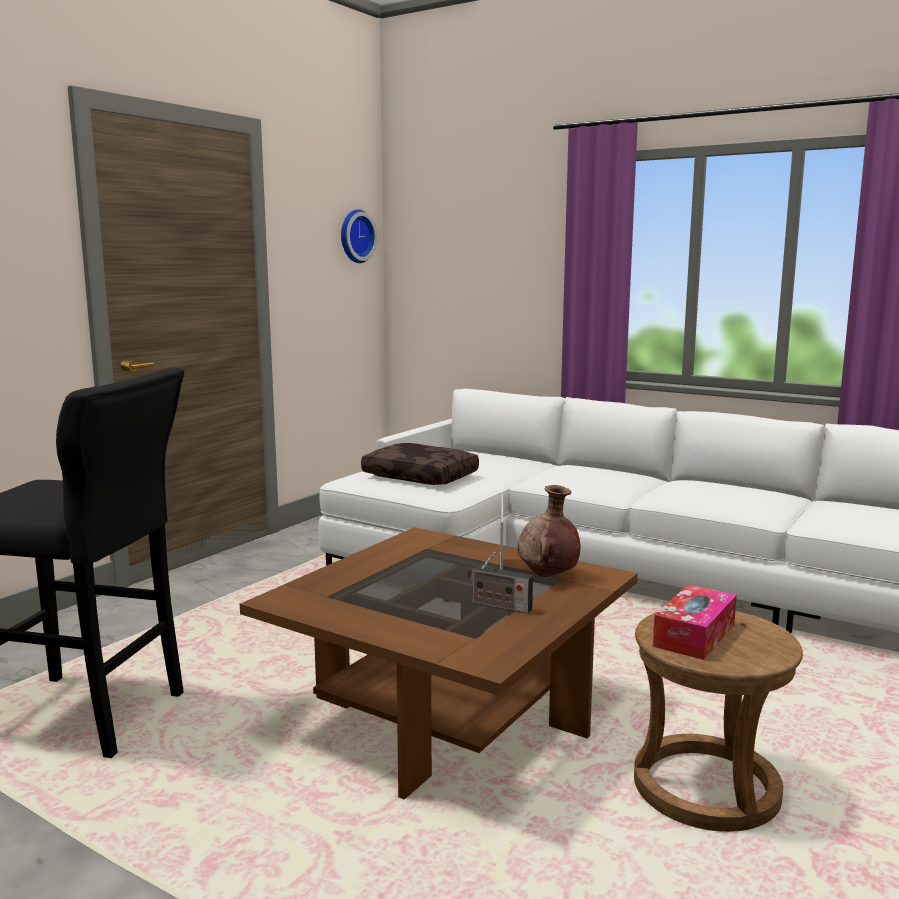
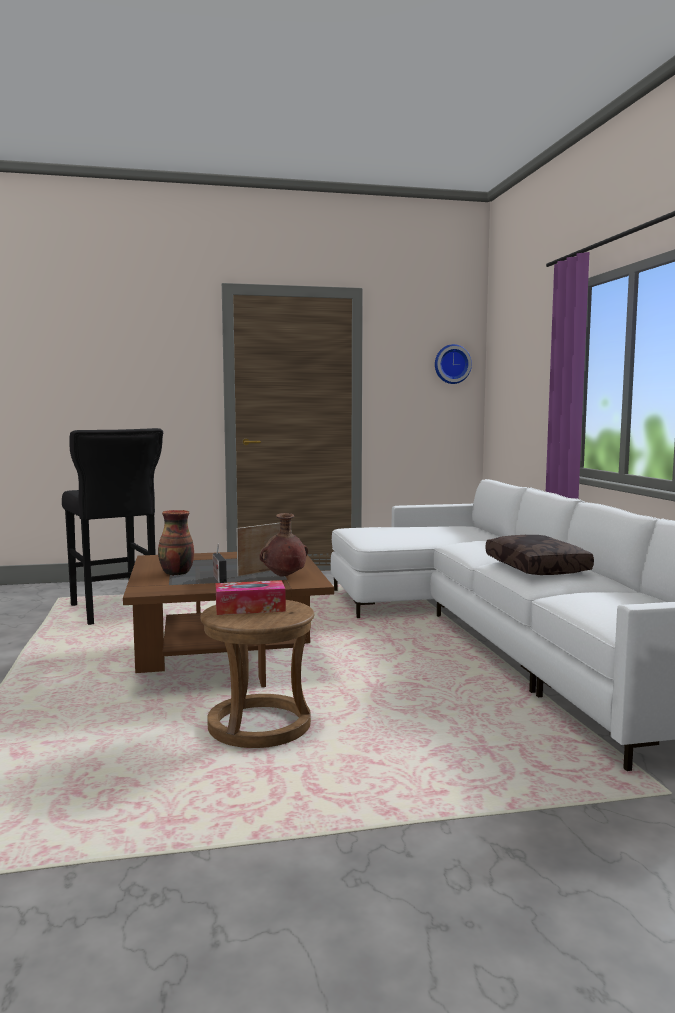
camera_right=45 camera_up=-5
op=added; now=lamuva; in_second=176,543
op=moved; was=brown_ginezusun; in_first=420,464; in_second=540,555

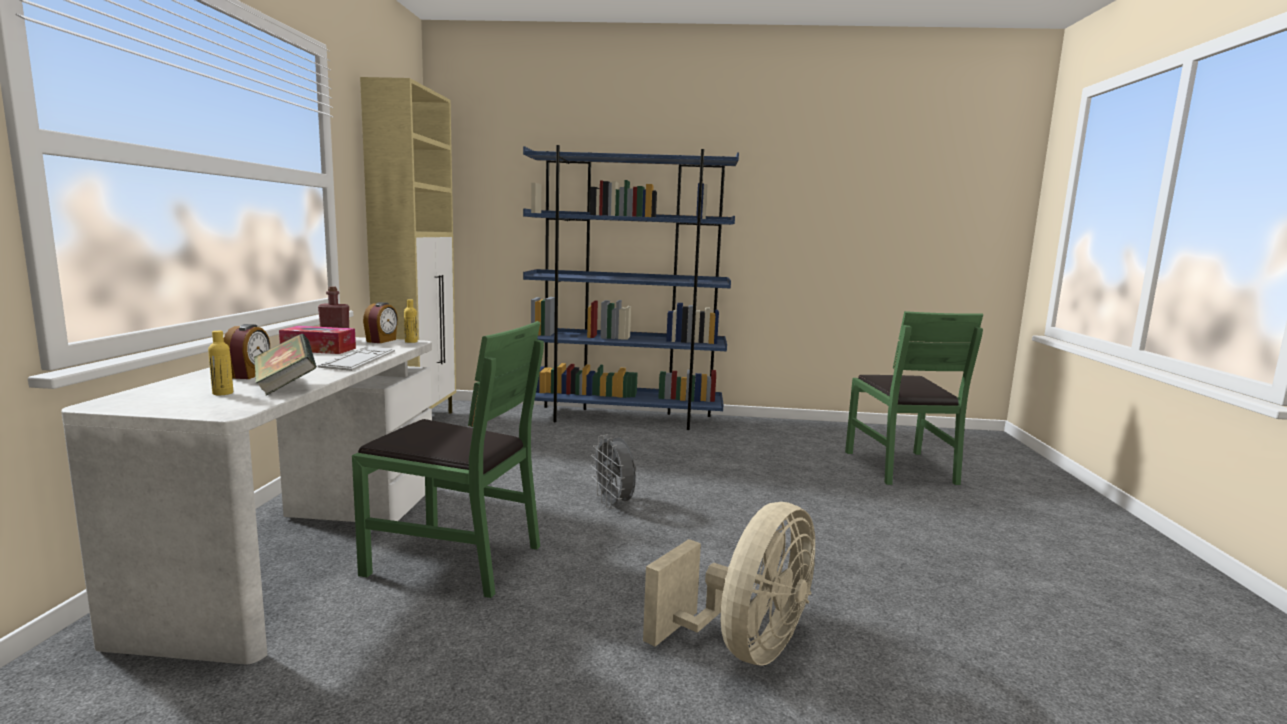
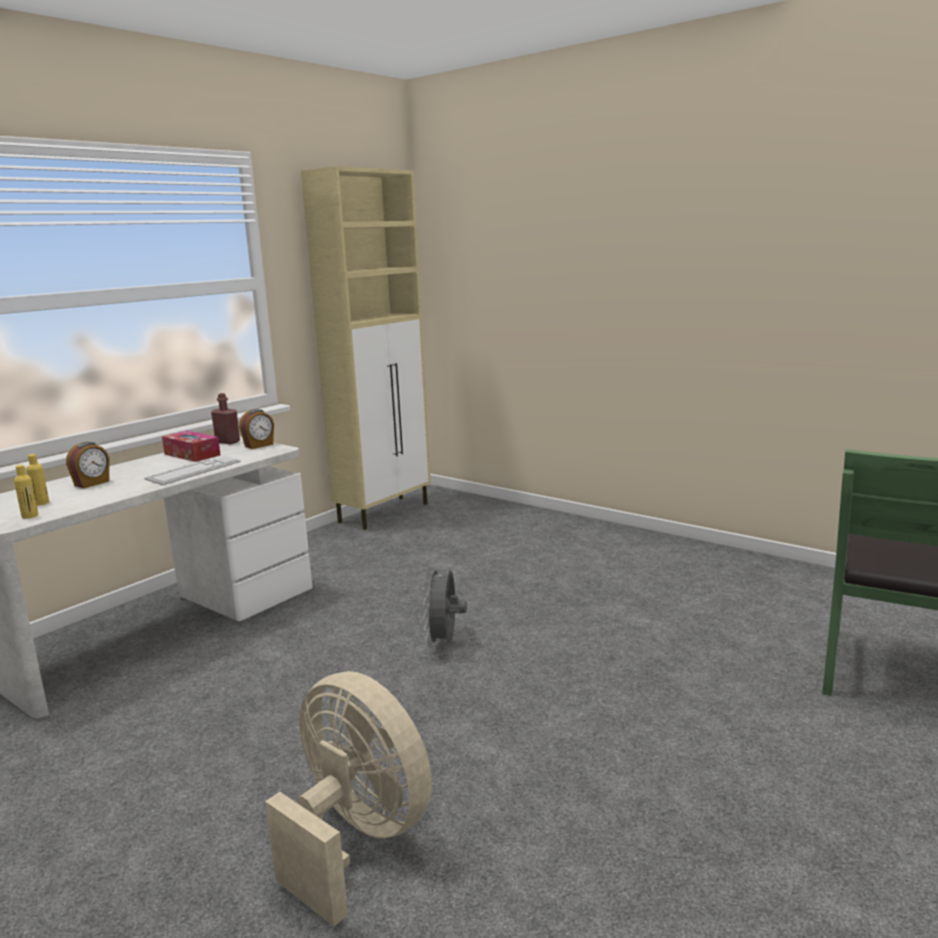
camera_right=35 camera_up=5
op=removed; was=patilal; in_first=285,365
op=removed; was=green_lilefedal; in_first=448,459
op=removed; was=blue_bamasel; in_first=631,287
op=moved; was=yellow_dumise; in_first=411,321; in_second=26,492
op=turned; was=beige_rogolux; in_first=729,584; in_second=348,798; clockwise=-120

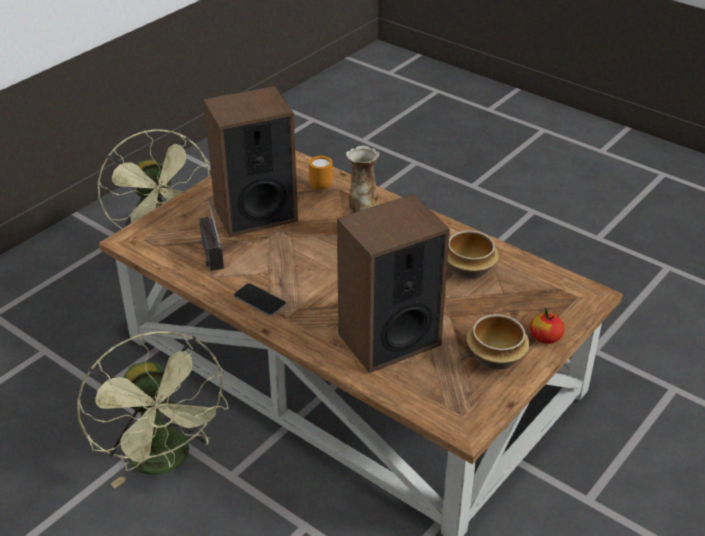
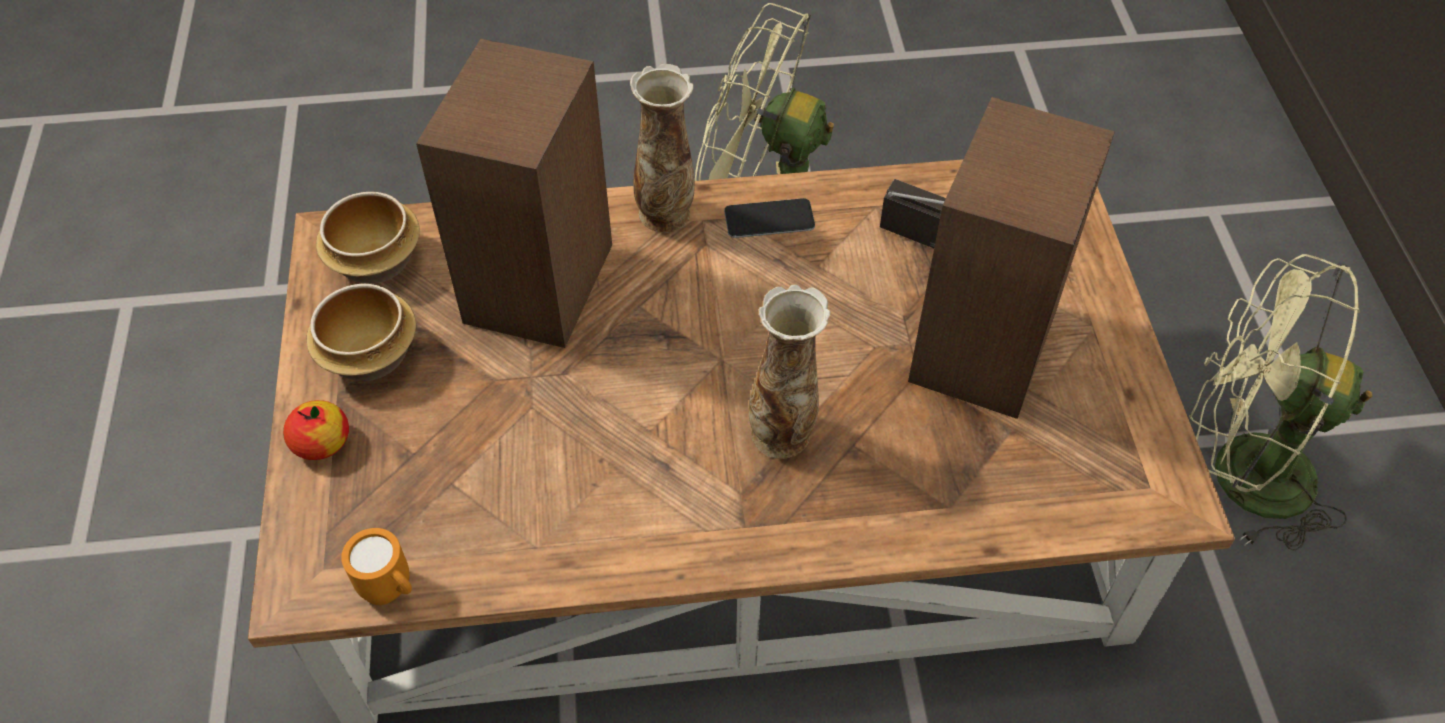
camera_right=135 camera_up=15
op=added; now=lamuva; in_second=662,148
op=moved; was=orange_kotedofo; in_first=321,173; in_second=376,566
op=moved; was=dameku; in_first=473,255; in_second=368,238

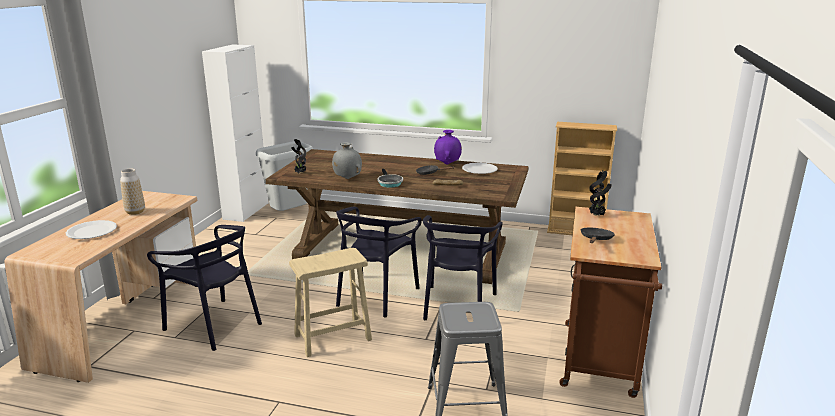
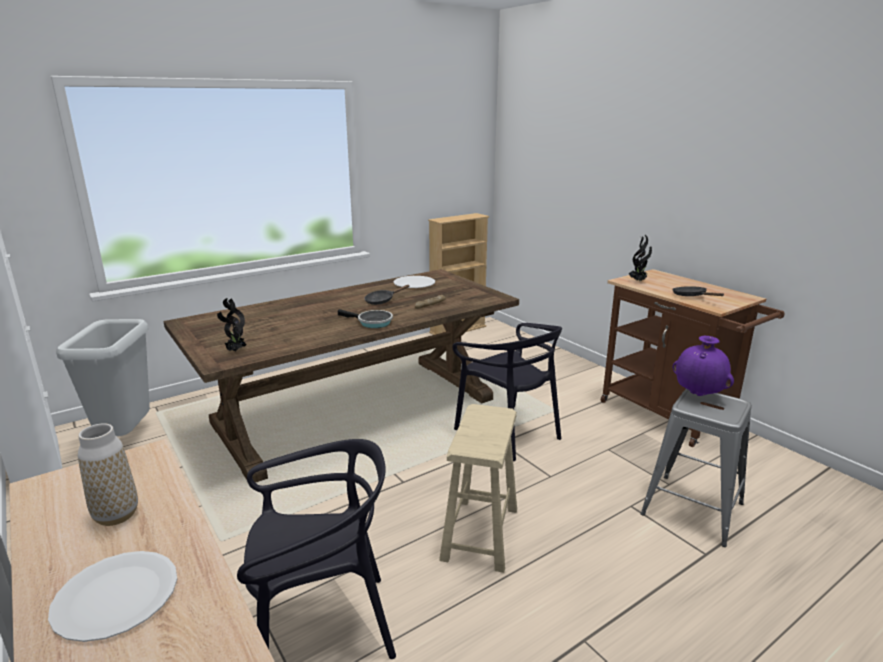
camera_right=-50 camera_up=0
op=removed; was=grey_lamuva; in_first=347,160
op=removed; was=black_lilefedal; in_first=379,262
op=moved; was=purple_lamuva; in_first=448,147; in_second=703,366

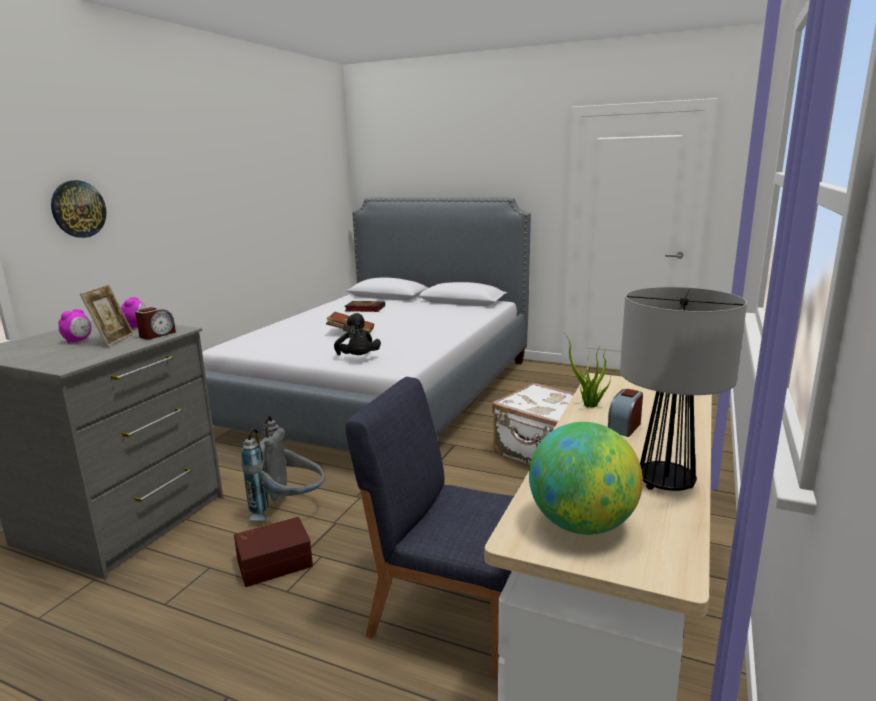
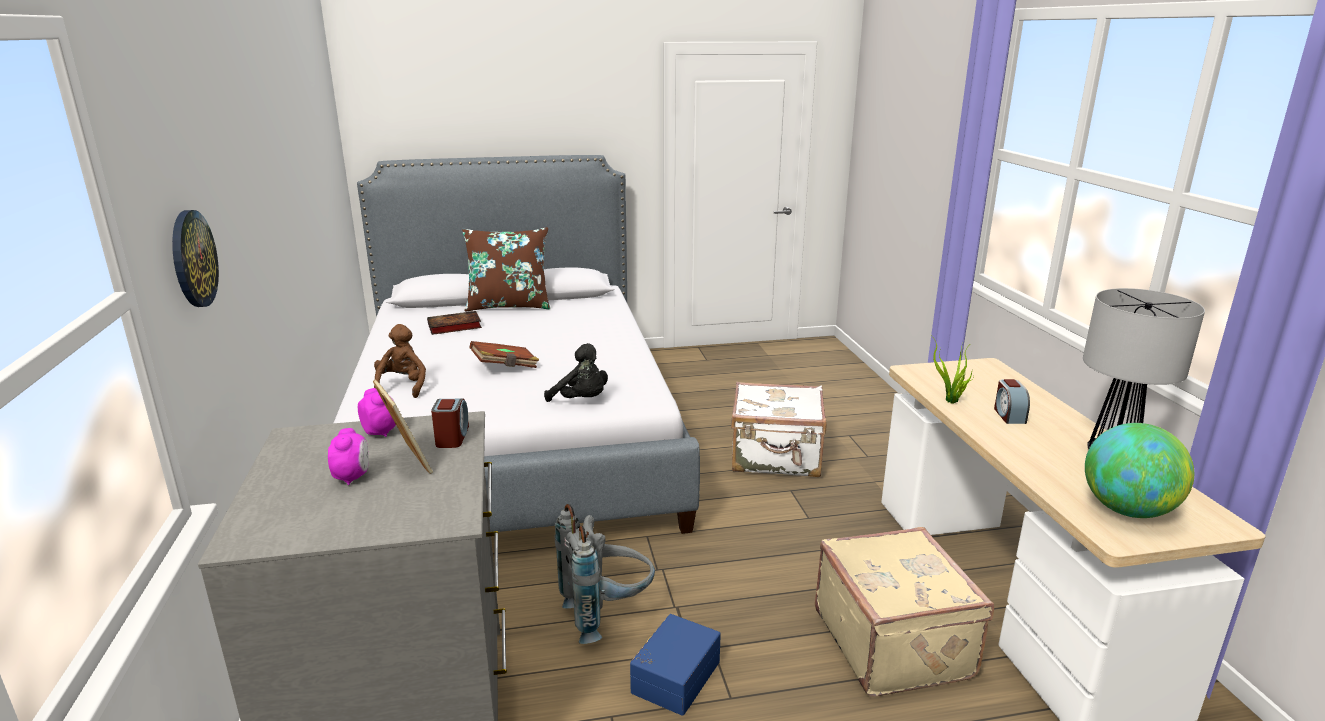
camera_right=-35 camera_up=5
op=added; now=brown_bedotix; in_second=400,361
op=added; now=brown_ginezusun; in_second=506,269
op=replaced; was=blue_lilefedal; now=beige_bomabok; in_first=429,527; in_second=904,612
op=recoloured; was=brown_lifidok; now=blue_lifidok; in_first=273,552; in_second=675,665

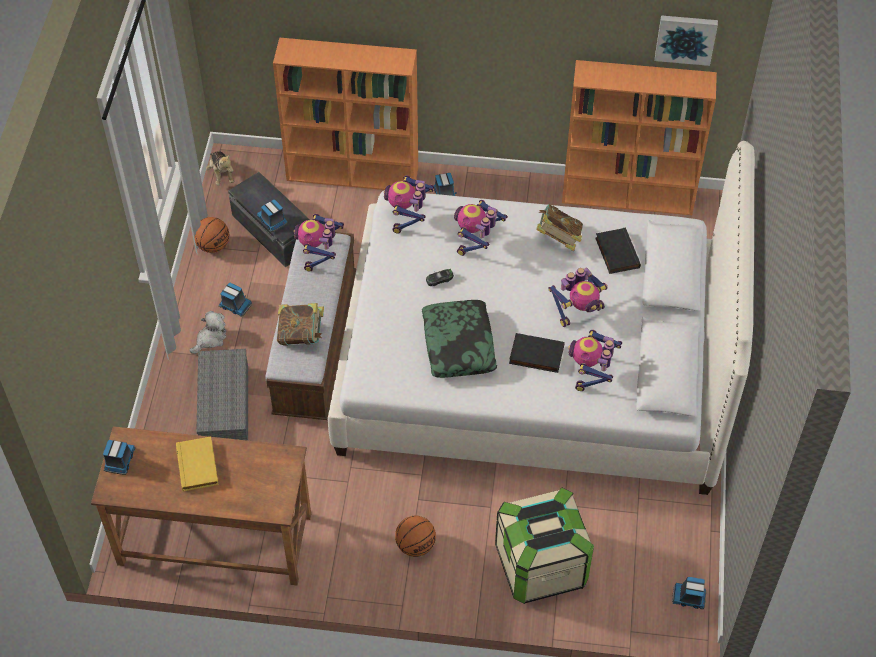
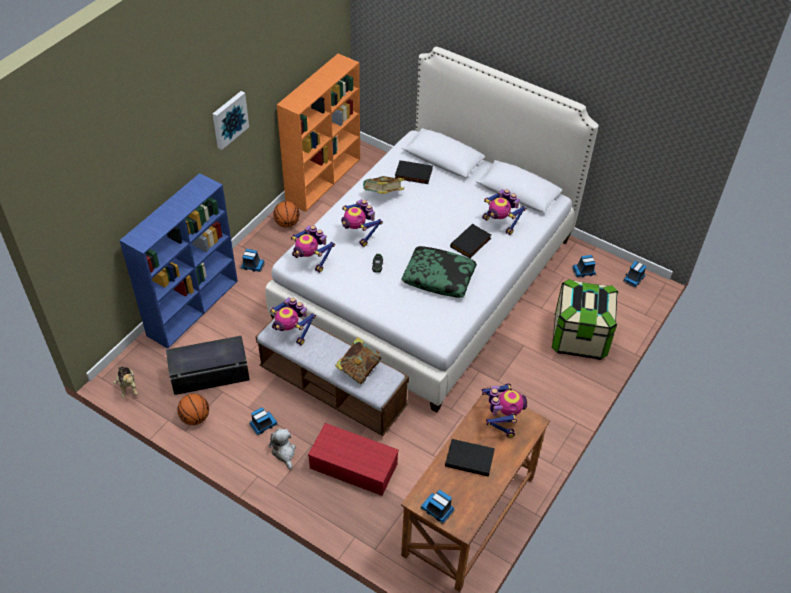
camera_right=-65 camera_up=-5
op=moved; was=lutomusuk; in_first=272,216; in_second=584,266
op=moved; was=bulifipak; in_first=415,536; in_second=286,214
op=moved; was=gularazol; in_first=578,297; in_second=505,410
op=moved; was=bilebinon; in_first=686,40; in_second=231,120
op=recoloured; was=yellow_patilal; now=black_patilal; in_first=197,463; in_second=470,458
op=recoloured; was=grey_lifidok; now=red_lifidok; in_first=222,395; in_second=353,459
op=recoloured; was=orange_bamasel; now=blue_bamasel; in_first=345,114; in_second=179,261
op=turned; was=bedotix; in_first=220,168; in_second=125,382; clockwise=60

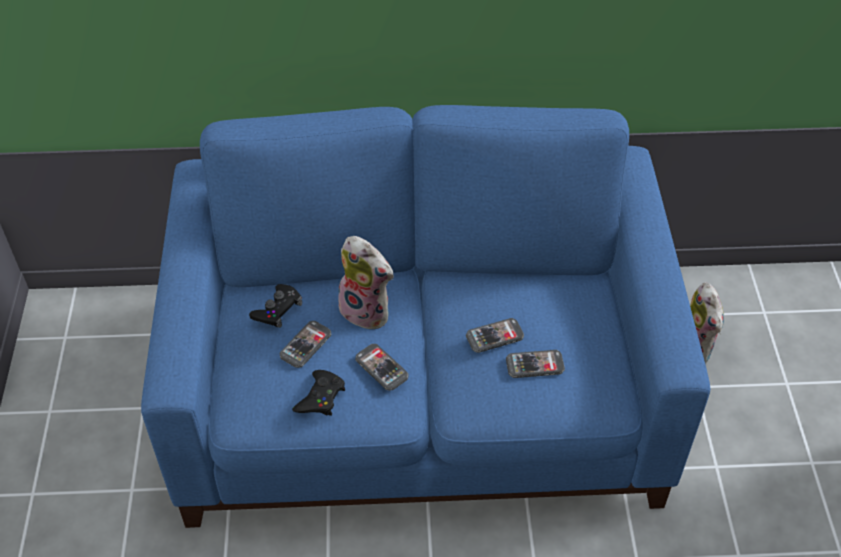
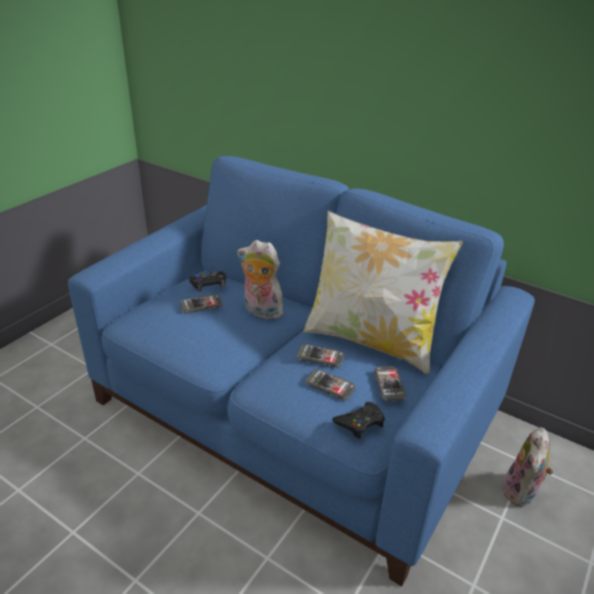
camera_right=35 camera_up=-15
op=added; now=ginezusun; in_second=383,292
op=moved; was=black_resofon; in_first=318,393; in_second=358,420
op=moved; was=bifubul; in_first=382,367; in_second=390,384
op=turned; was=bedotix; in_first=366,282; in_second=260,279; clockwise=135

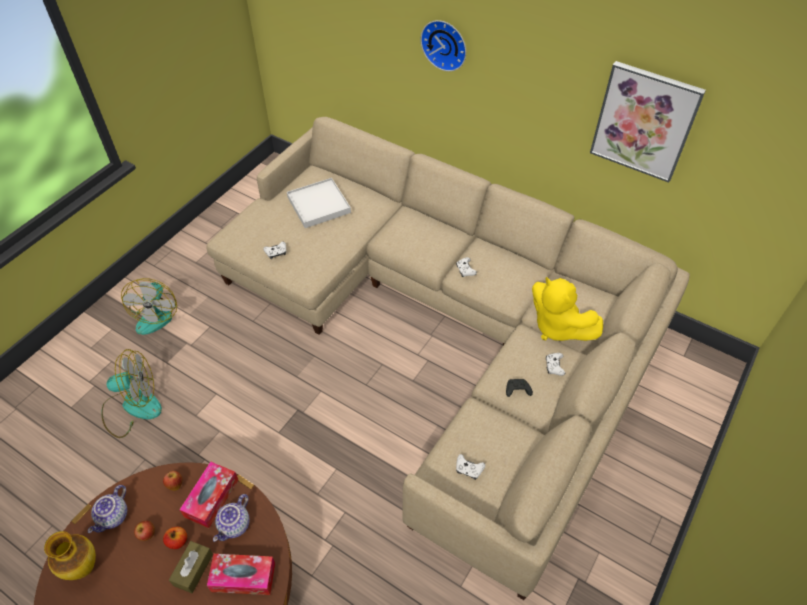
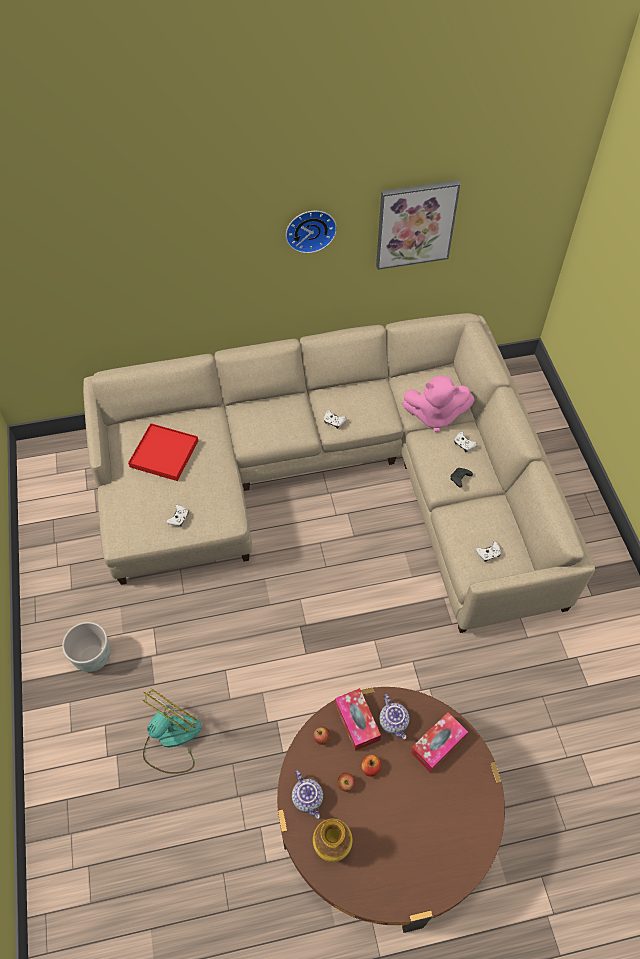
camera_right=-45 camera_up=5
op=removed; was=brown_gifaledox; in_first=191,567
op=moved; was=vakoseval; in_first=443,45; in_second=311,232
op=replaced; was=rogolux; now=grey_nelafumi; in_first=149,306; in_second=86,647
op=recoloured; was=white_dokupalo; now=red_dokupalo; in_first=319,203; in_second=163,452
op=recoloured; was=yellow_bedotix; now=pink_bedotix; in_first=567,309; in_second=438,404

